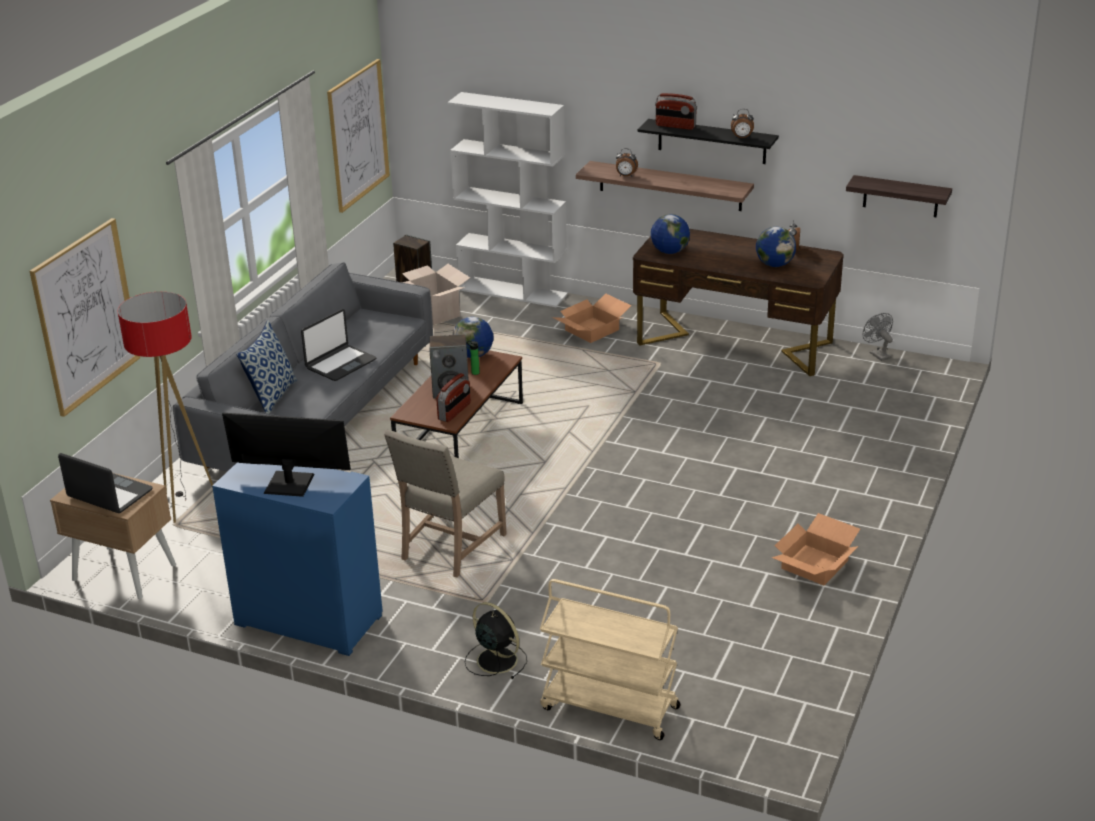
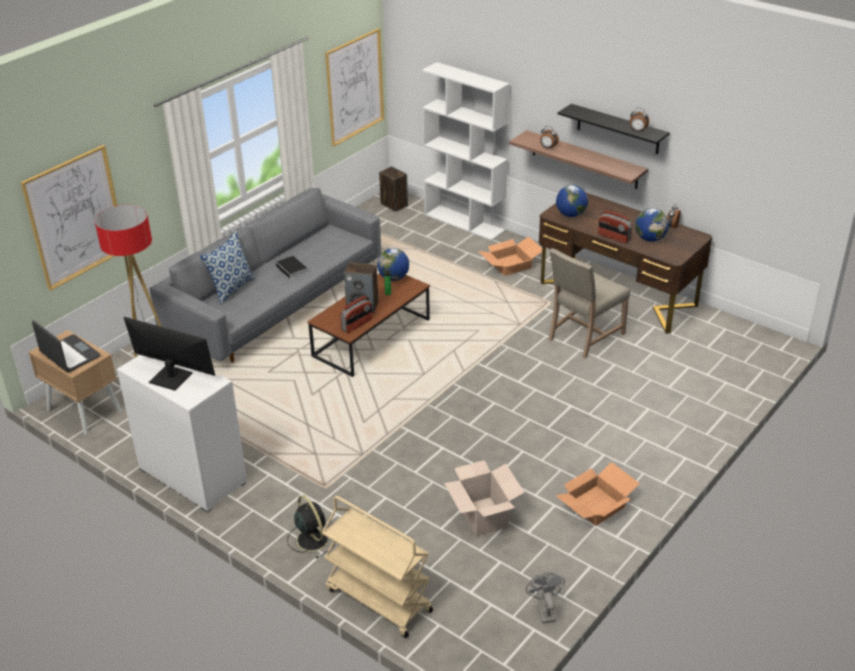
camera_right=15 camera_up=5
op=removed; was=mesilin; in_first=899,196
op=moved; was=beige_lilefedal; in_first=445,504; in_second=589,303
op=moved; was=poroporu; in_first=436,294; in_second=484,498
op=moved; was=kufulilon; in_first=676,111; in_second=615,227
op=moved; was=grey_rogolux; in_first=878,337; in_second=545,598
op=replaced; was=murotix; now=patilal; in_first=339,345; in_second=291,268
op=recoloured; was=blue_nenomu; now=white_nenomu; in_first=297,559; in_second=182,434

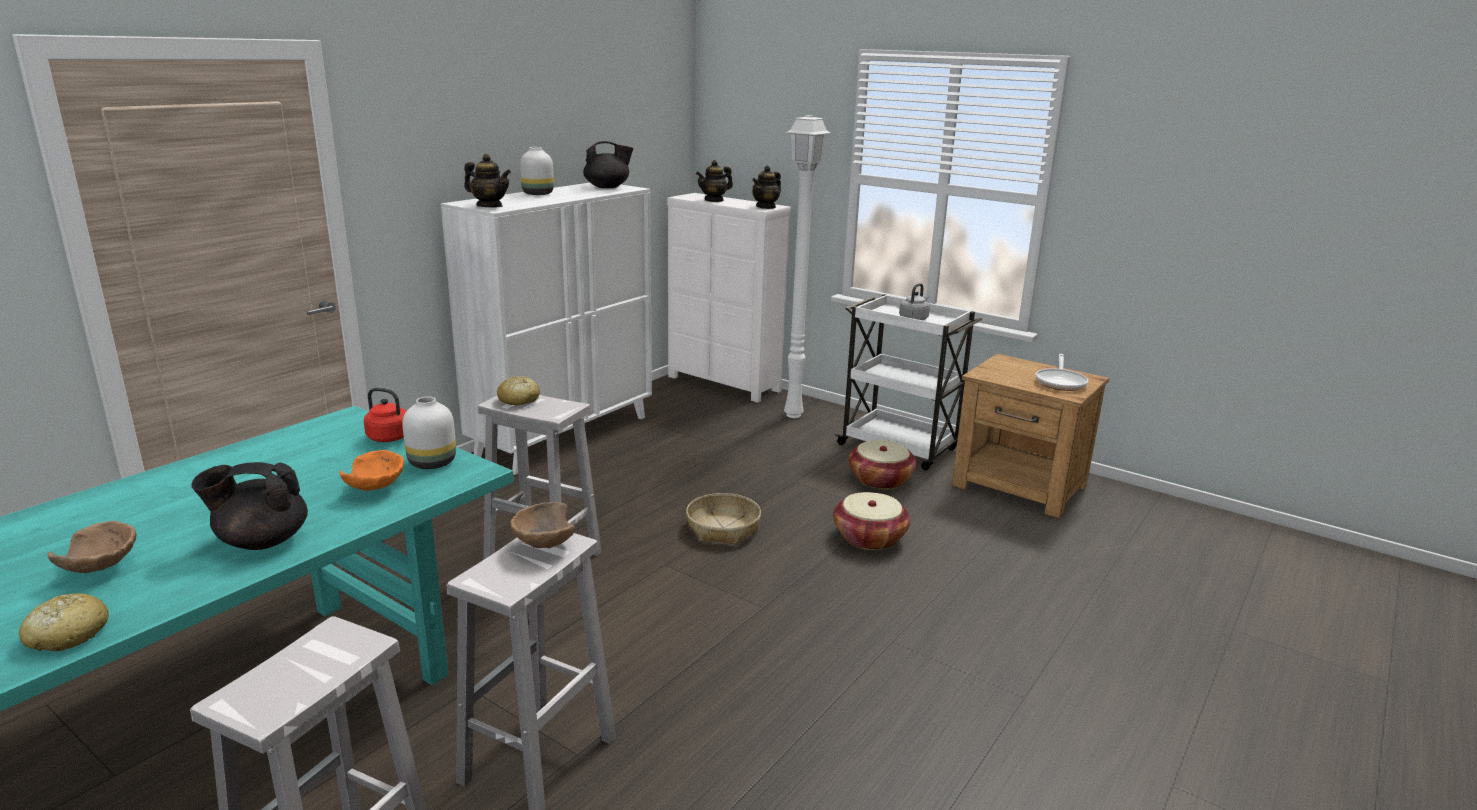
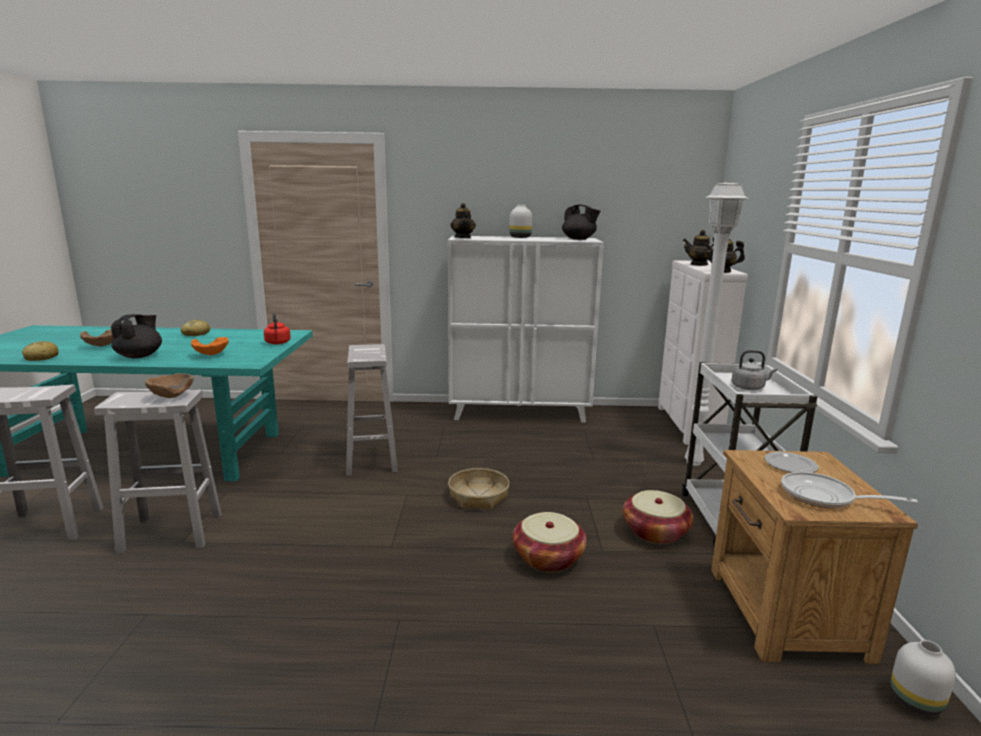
camera_right=55 camera_up=-5
op=added; now=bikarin; in_second=791,462
op=moved; was=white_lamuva; in_first=429,432; in_second=923,678
op=moved; was=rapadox; in_first=518,391; in_second=195,327
op=turned; was=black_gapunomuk; in_first=249,506; in_second=136,336; clockwise=60
op=turned; was=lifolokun; in_first=1062,372; in_second=849,490; clockwise=45

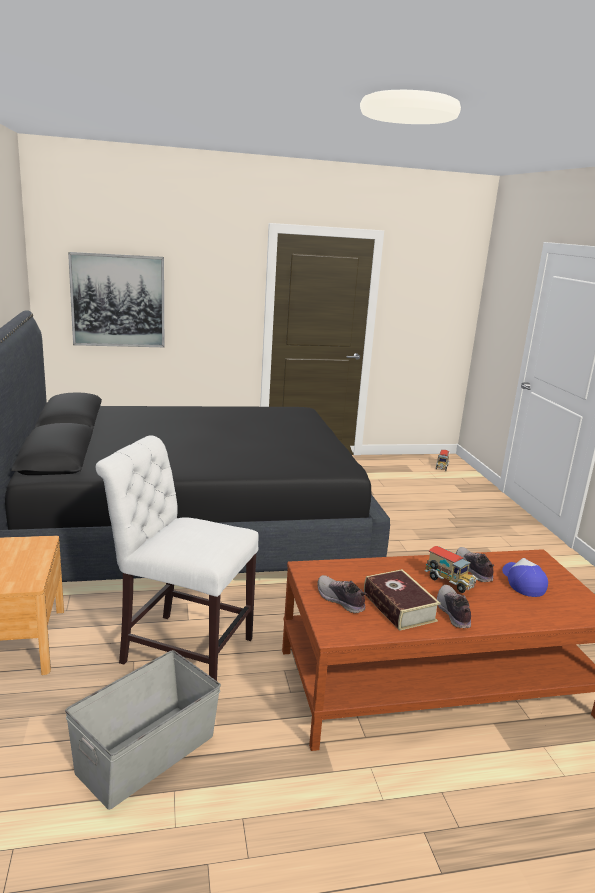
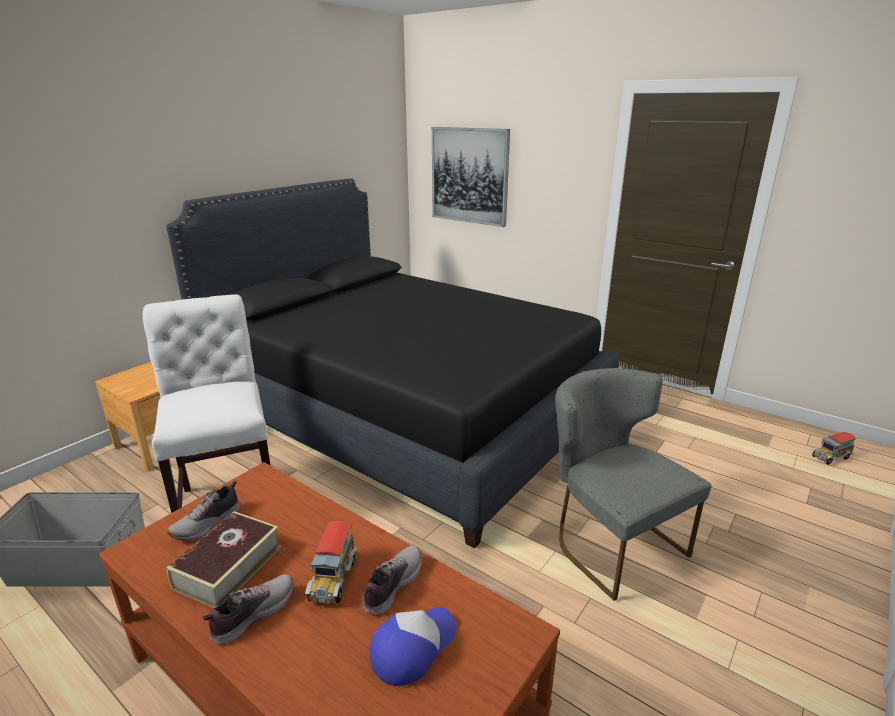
camera_right=50 camera_up=5
op=added; now=grey_lilefedal; in_second=633,484
op=turned; was=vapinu; in_first=342,594; in_second=203,511; clockwise=-150

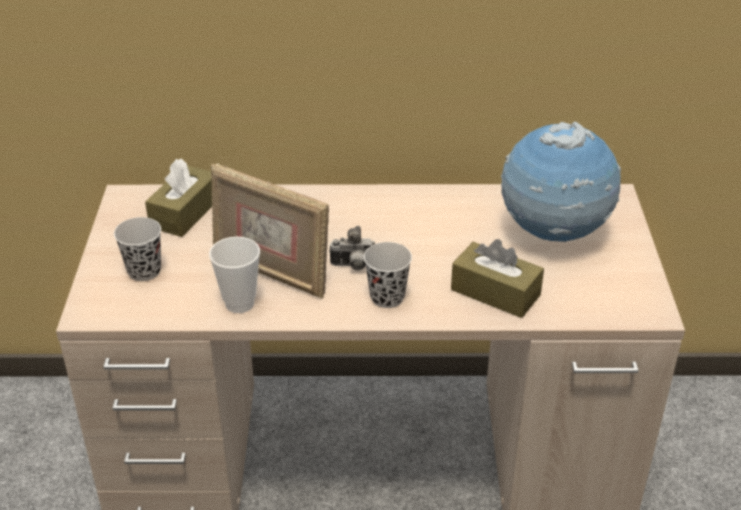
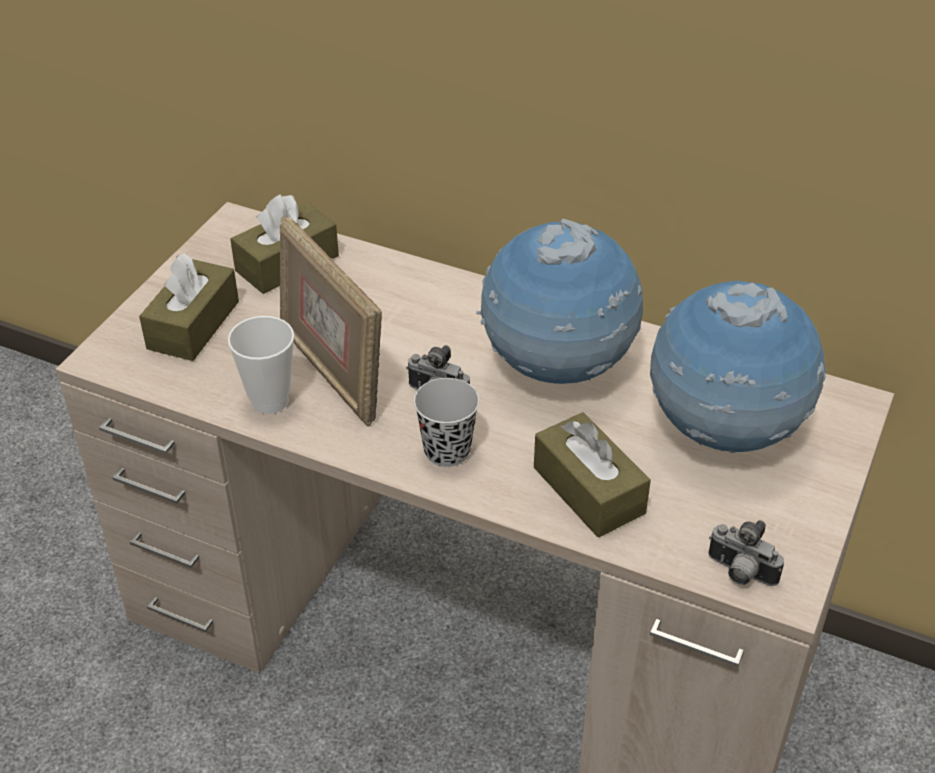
camera_right=25 camera_up=5
op=added; now=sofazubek; in_second=559,301
op=added; now=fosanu; in_second=746,553
op=replaced; was=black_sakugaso; now=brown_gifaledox; in_first=137,249; in_second=189,307

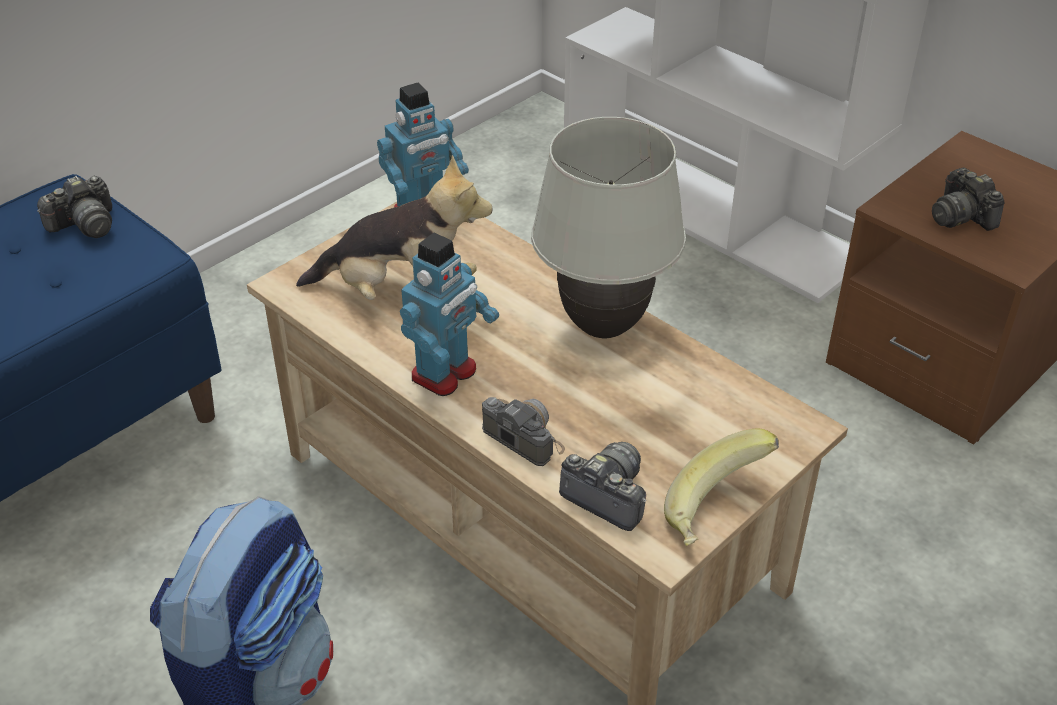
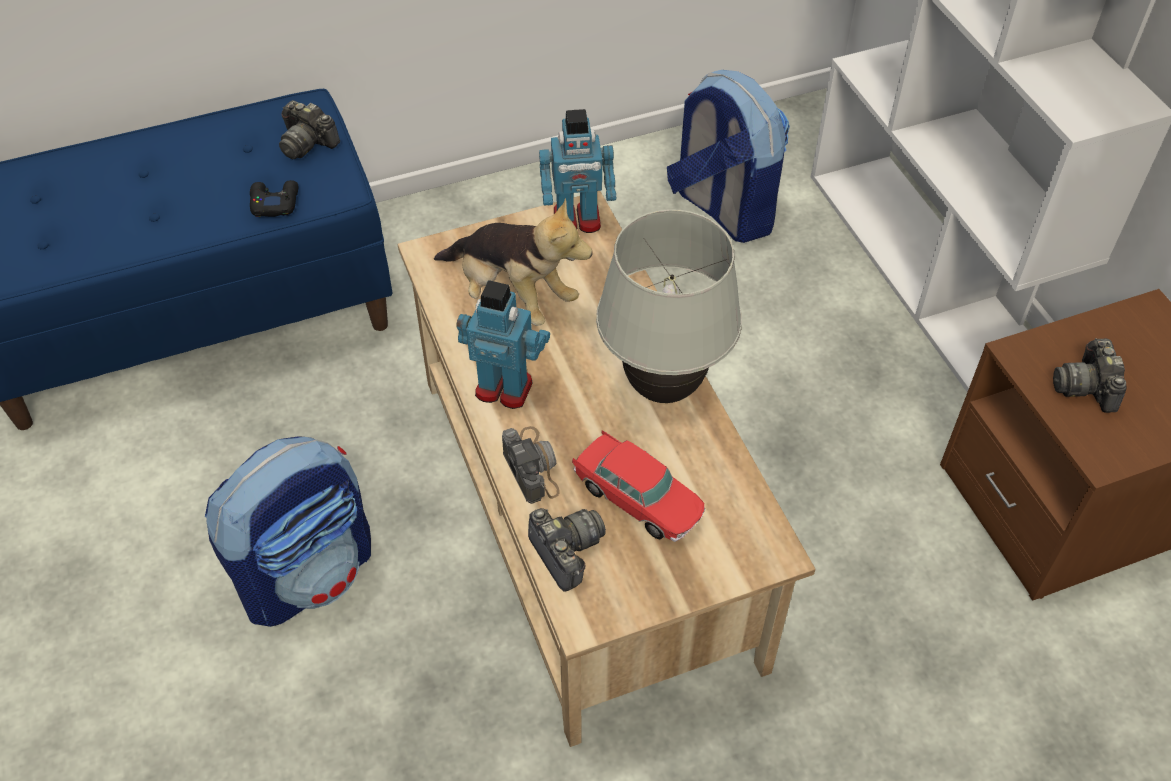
camera_right=25 camera_up=10
op=removed; was=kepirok; in_first=721,487
op=added; now=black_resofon; in_second=274,198
op=added; now=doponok; in_second=638,486
op=added; now=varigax; in_second=728,156
op=turned; was=fosanu; in_first=74,207; in_second=309,129; clockwise=45
op=turned; was=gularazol; in_first=449,314; in_second=503,344; clockwise=-135

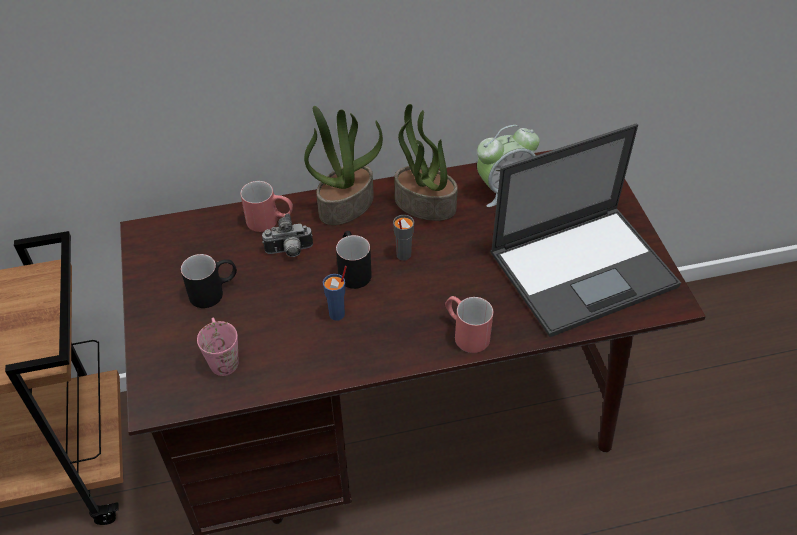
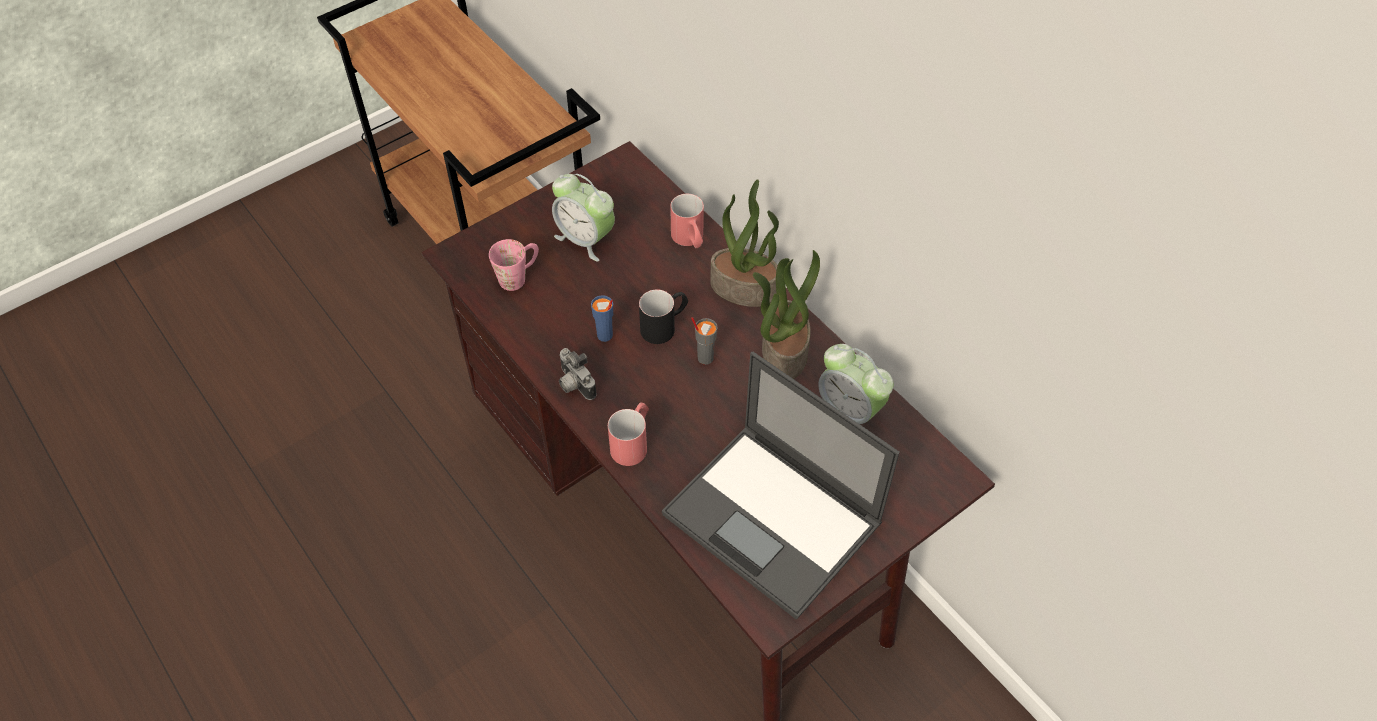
camera_right=65 camera_up=5
op=moved; was=fosanu; in_first=287,235; in_second=578,374
op=replaced; was=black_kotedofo; now=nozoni; in_first=209,281; in_second=583,218

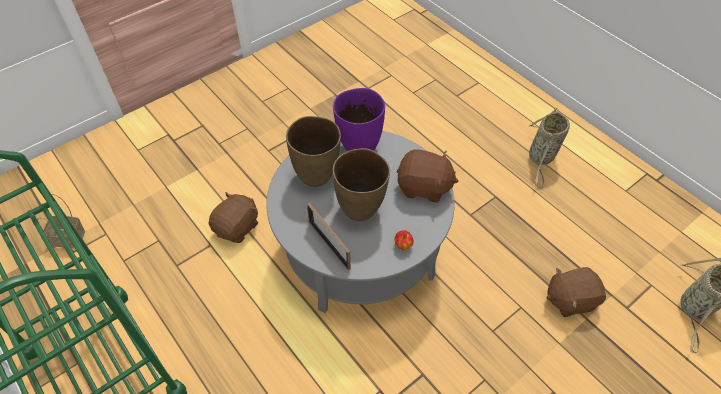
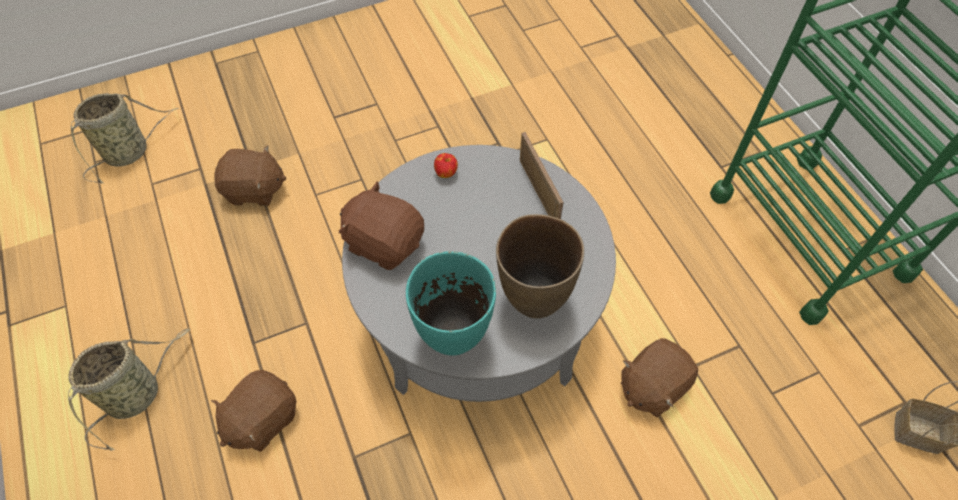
camera_right=-165 camera_up=5
op=removed; was=brown_lamuva; in_first=361,184
op=added; now=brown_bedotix; in_second=254,411
op=recoloured; was=purple_lamuva; now=turquoise_lamuva; in_first=359,119; in_second=451,303

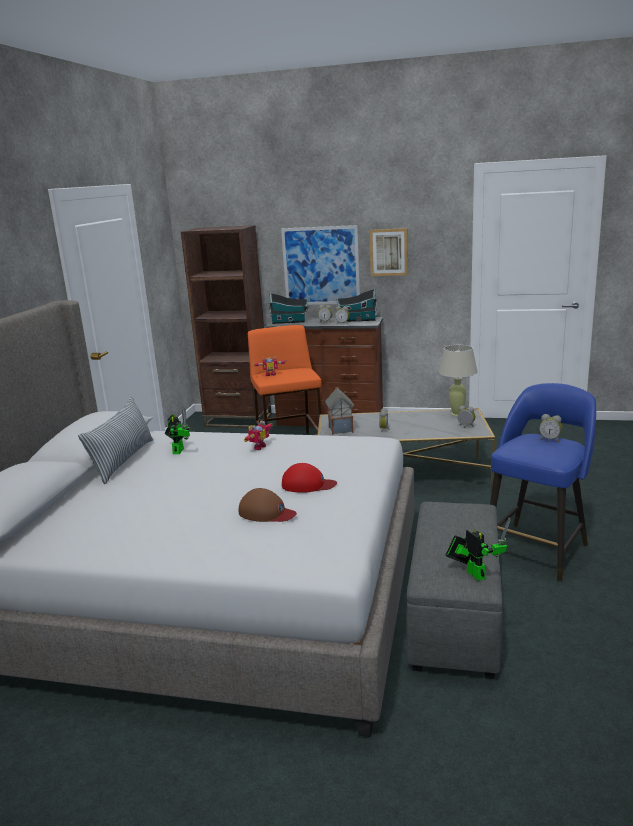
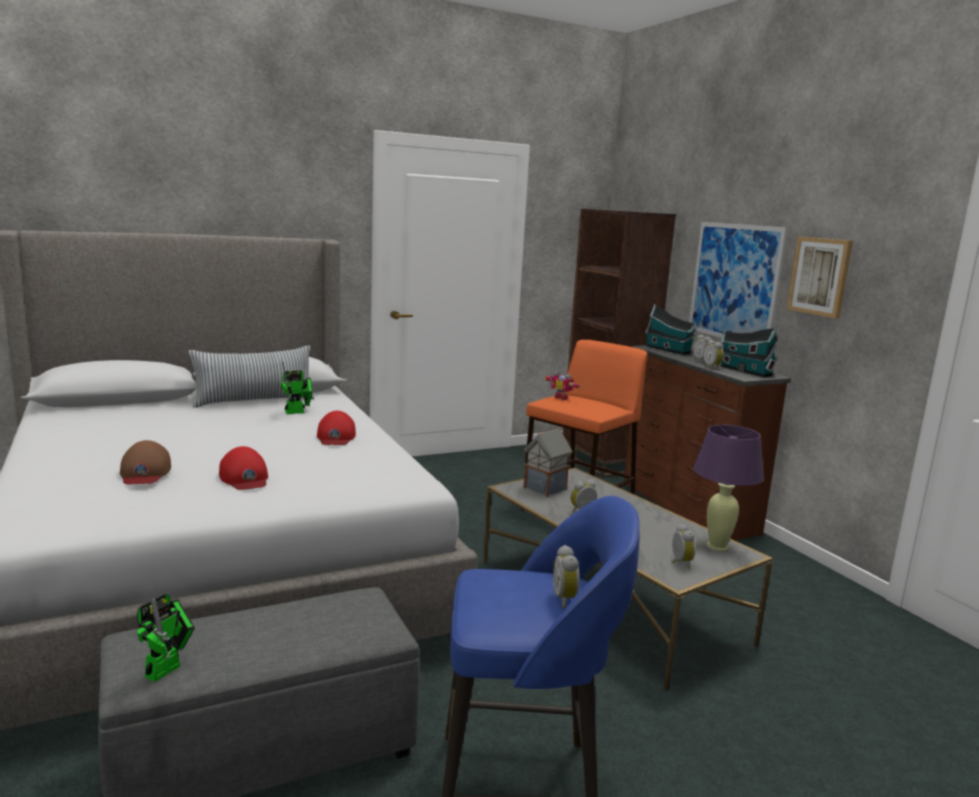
camera_right=50 camera_up=-5
op=replaced; was=gularazol; now=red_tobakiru; in_first=258,435; in_second=336,428
op=recoloured; was=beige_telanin; now=purple_telanin; in_first=458,380; in_second=728,488

